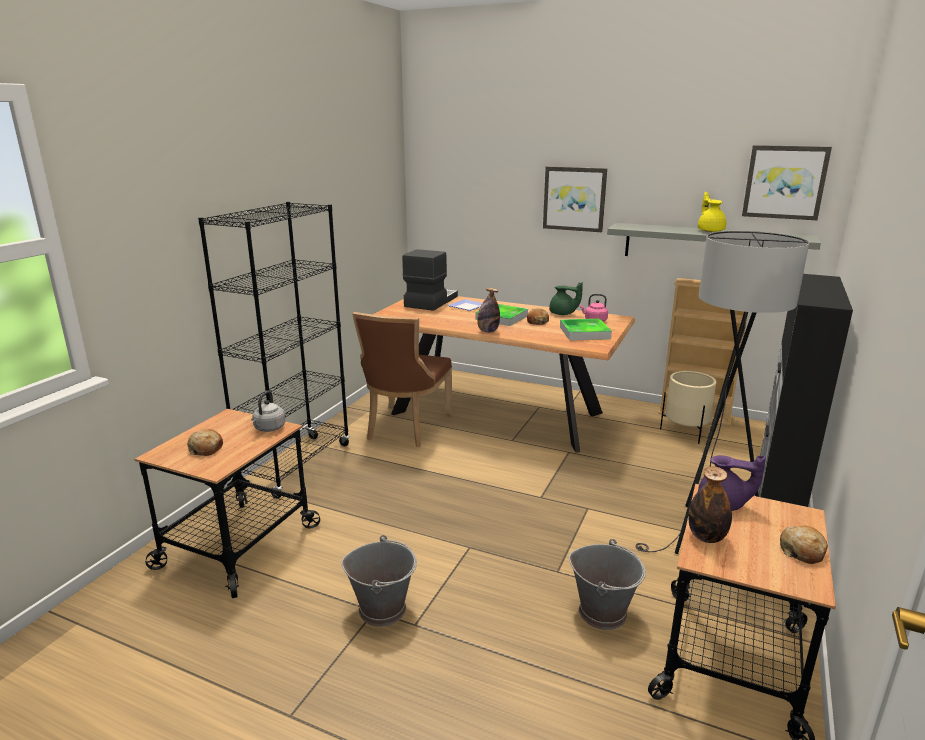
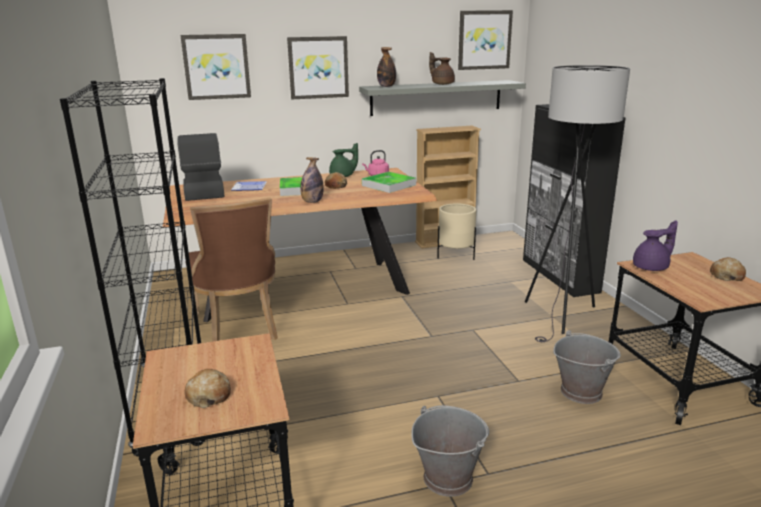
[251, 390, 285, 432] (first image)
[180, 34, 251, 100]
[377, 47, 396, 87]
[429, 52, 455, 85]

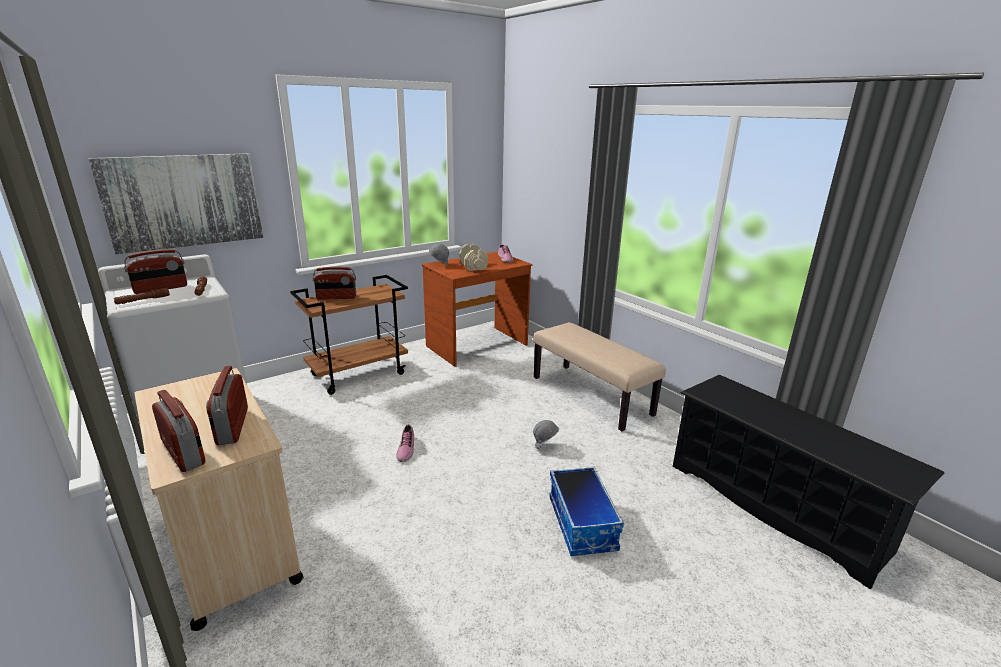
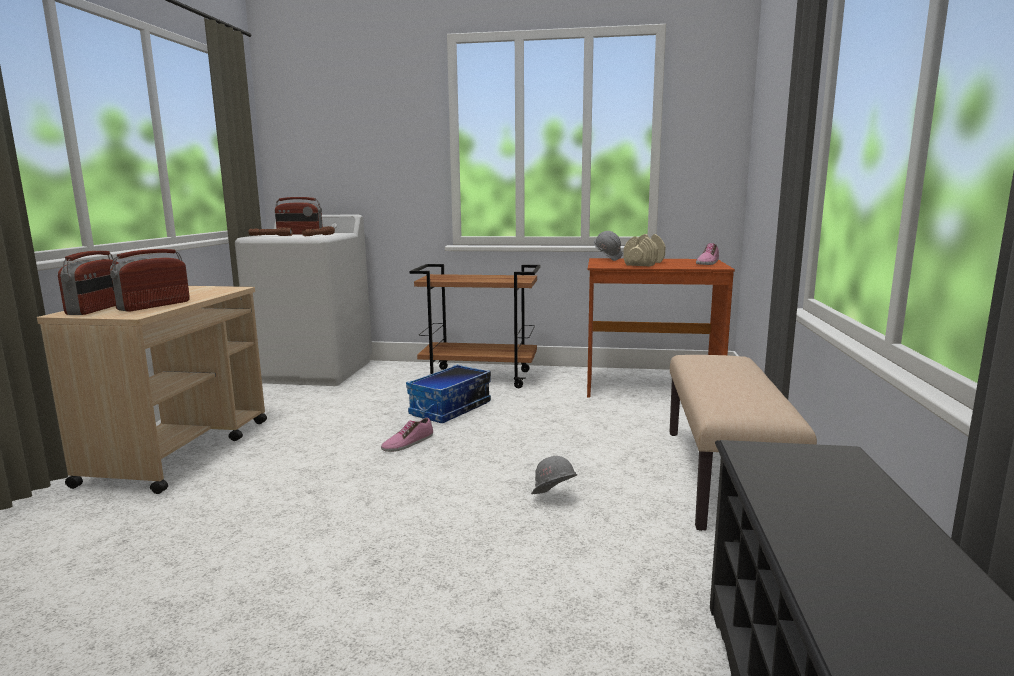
[89, 153, 263, 254] (first image)
[313, 267, 356, 300] (first image)
[406, 365, 491, 423]

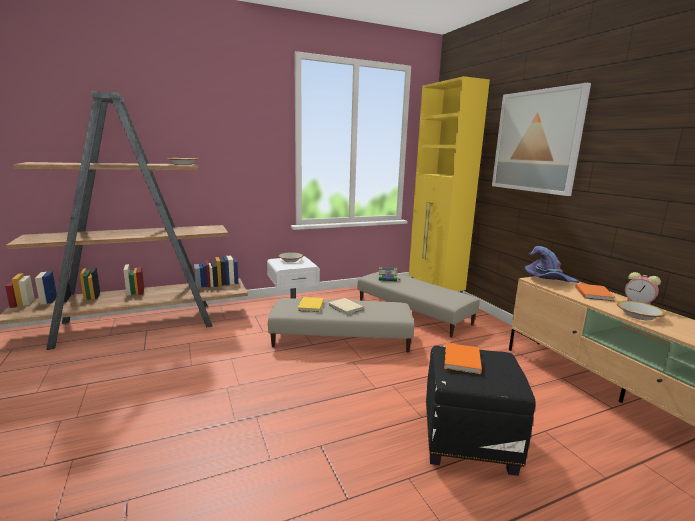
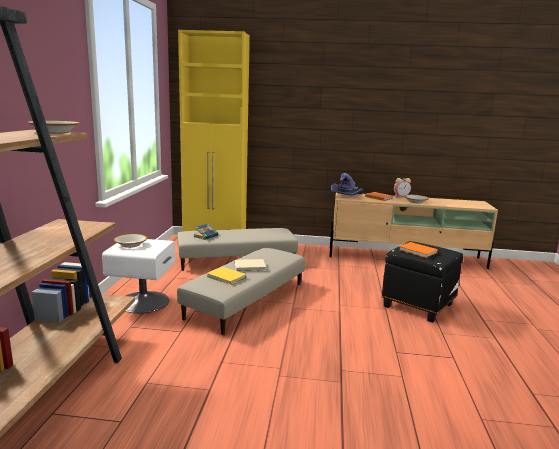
[492, 83, 591, 196] (first image)

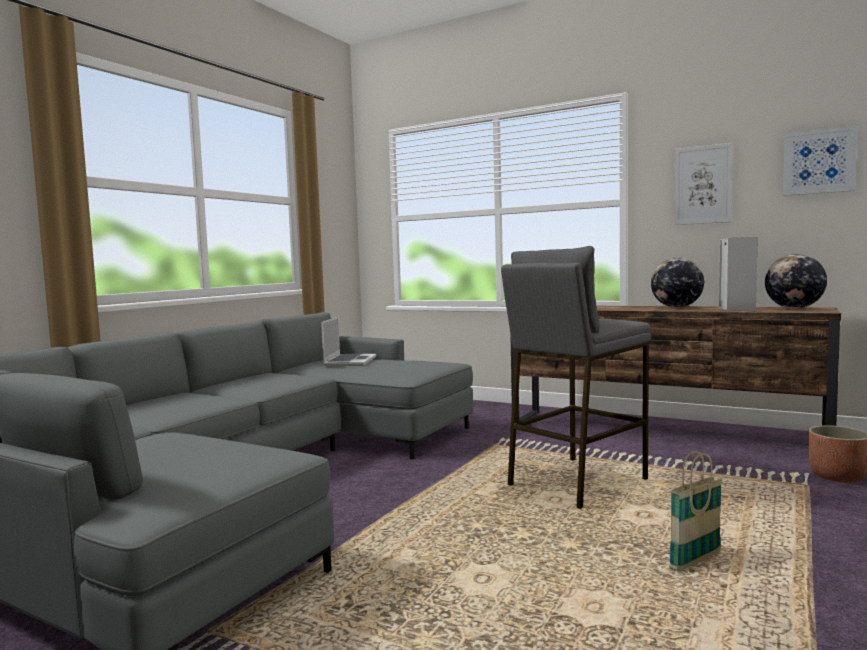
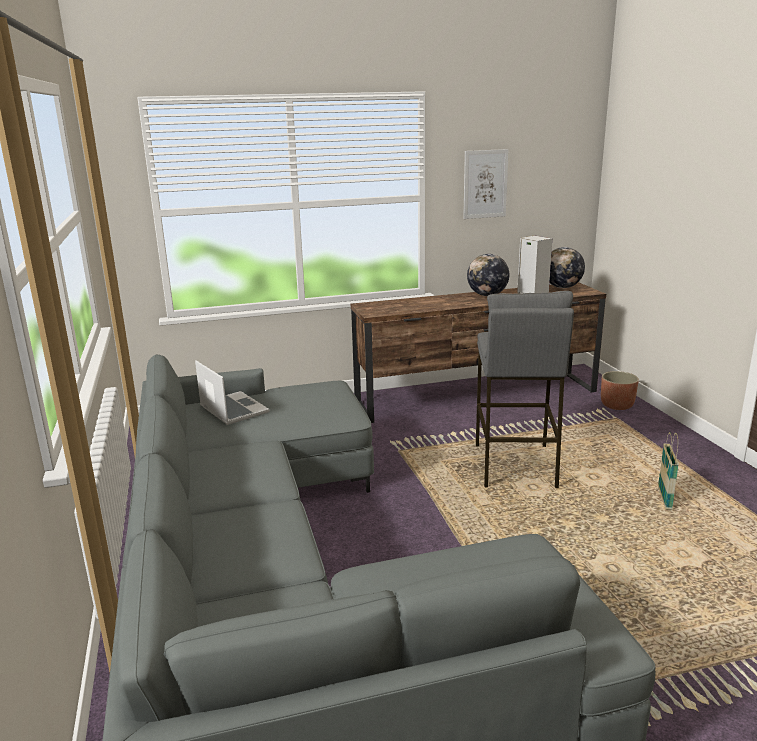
[783, 126, 857, 196] (first image)

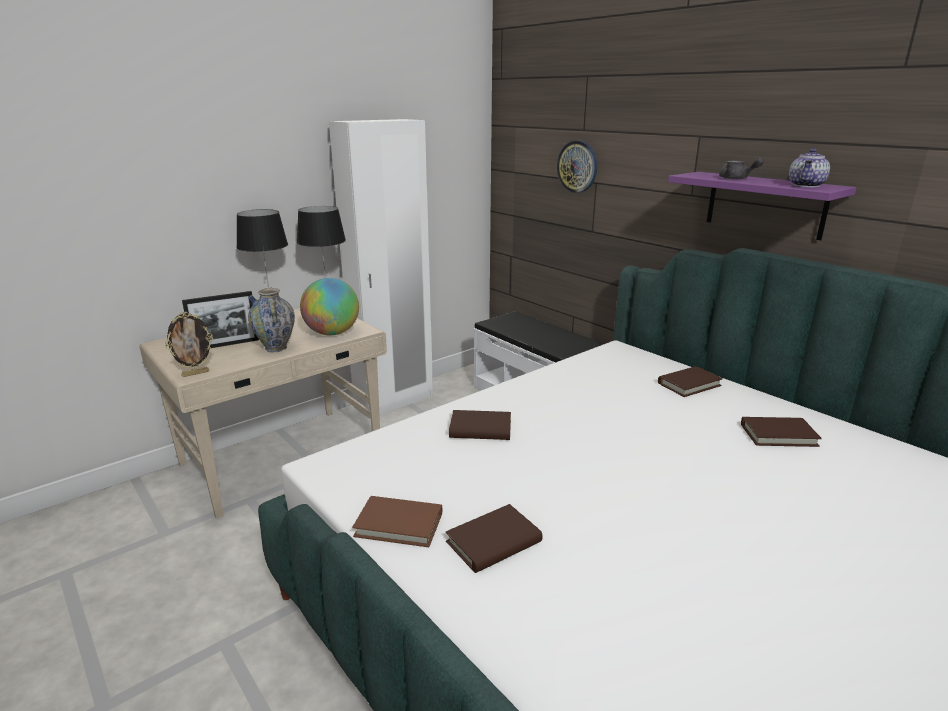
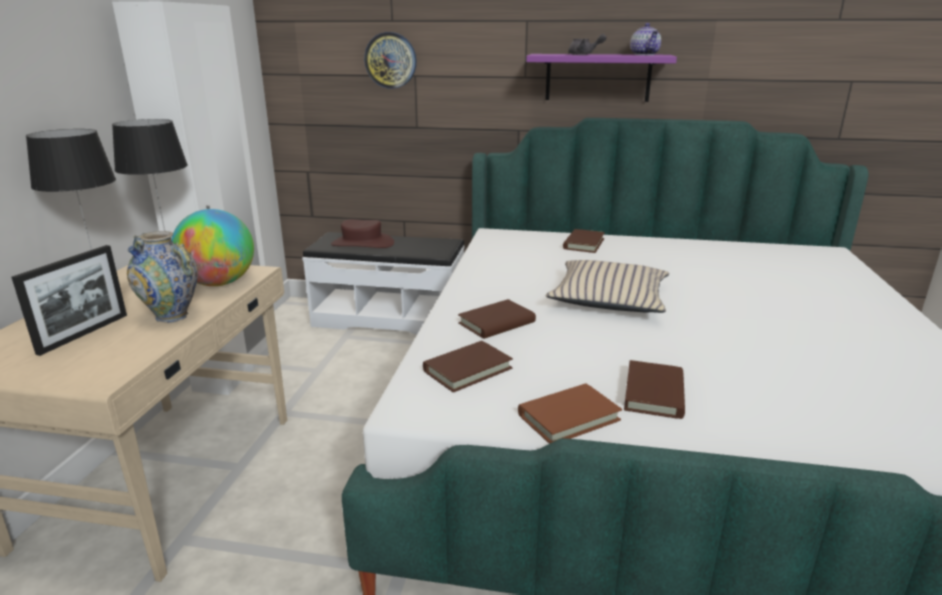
[165, 312, 213, 377] (first image)
[331, 219, 394, 248]
[546, 260, 669, 313]
[423, 341, 513, 392]

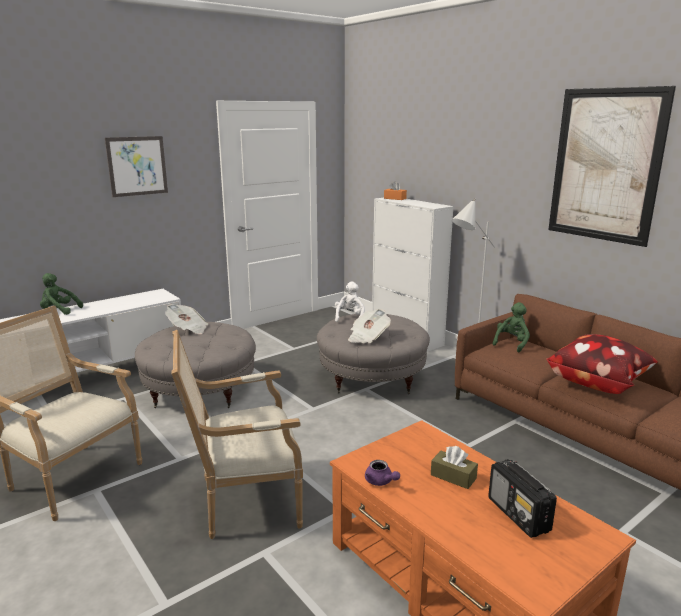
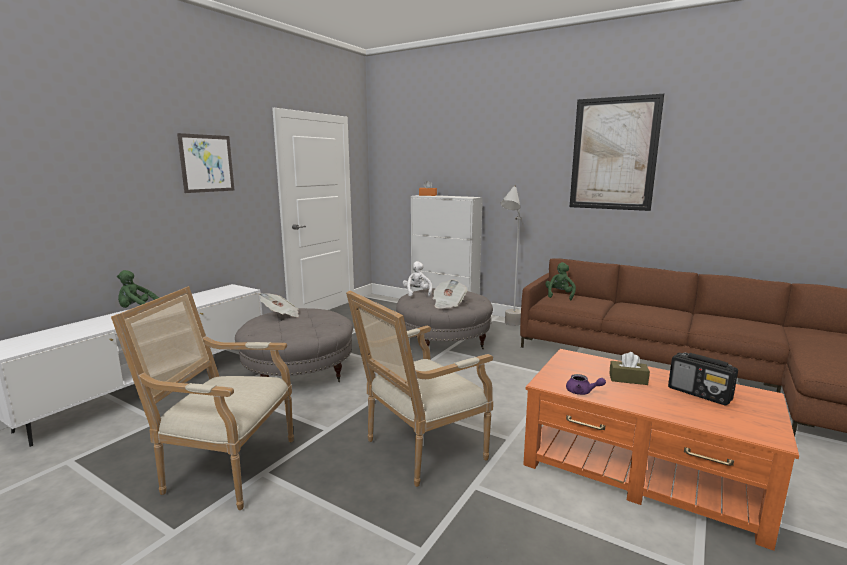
[546, 334, 658, 394] (first image)

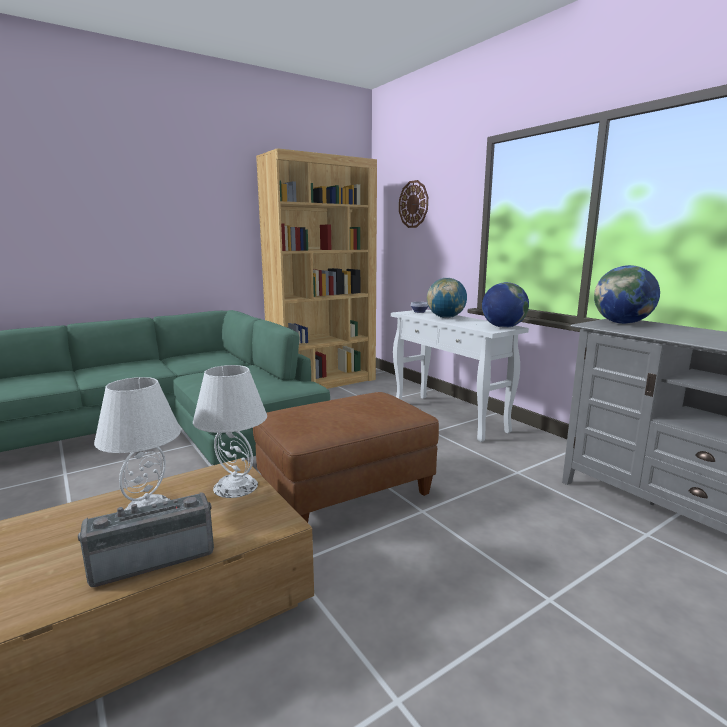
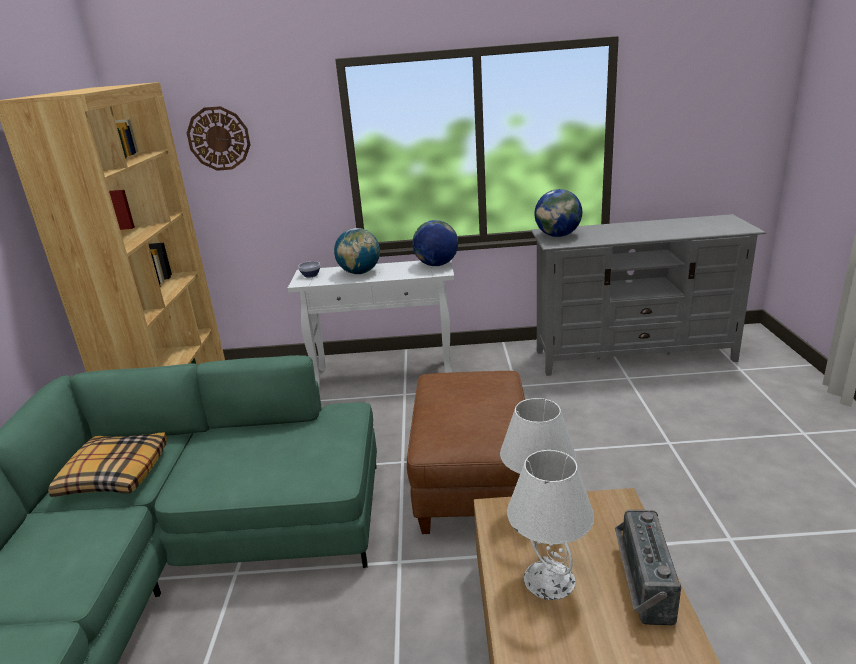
[48, 432, 167, 497]

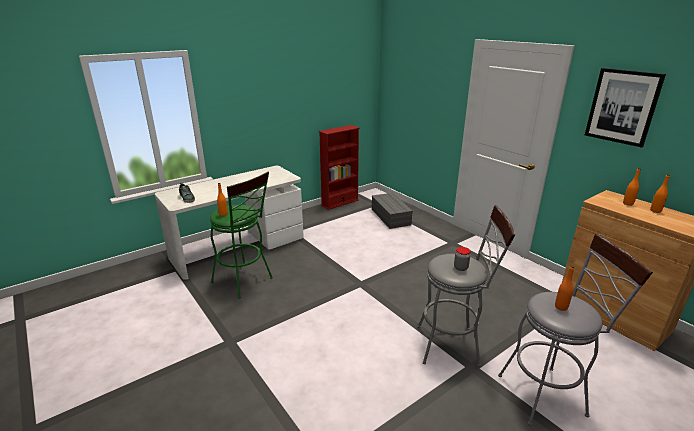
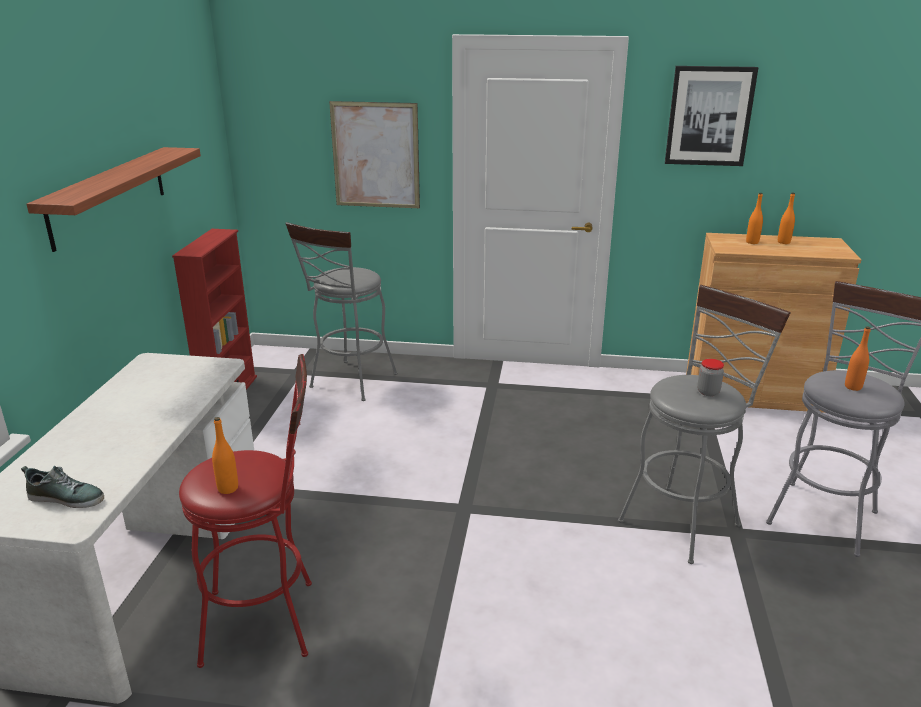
[27, 147, 201, 252]
[329, 101, 420, 208]
[285, 222, 398, 401]
[179, 354, 312, 668]

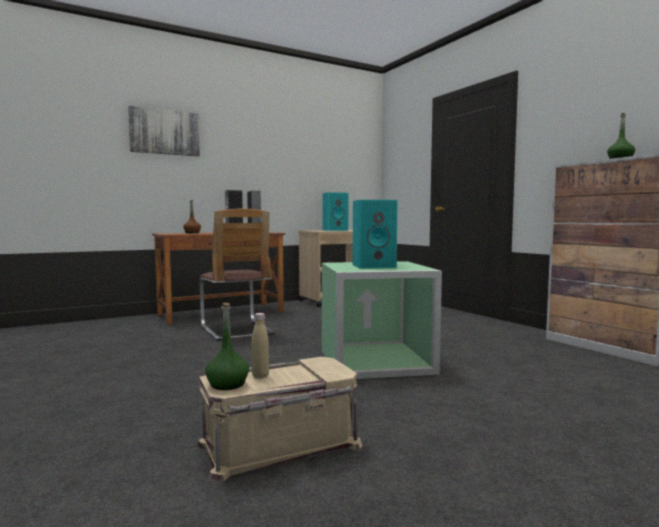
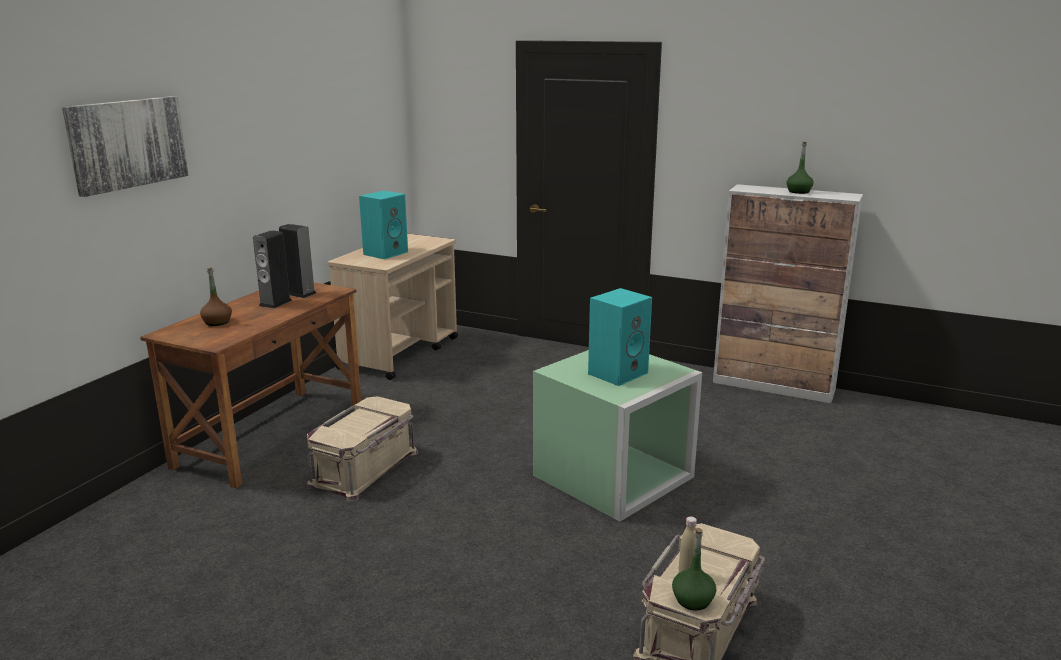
[307, 396, 418, 502]

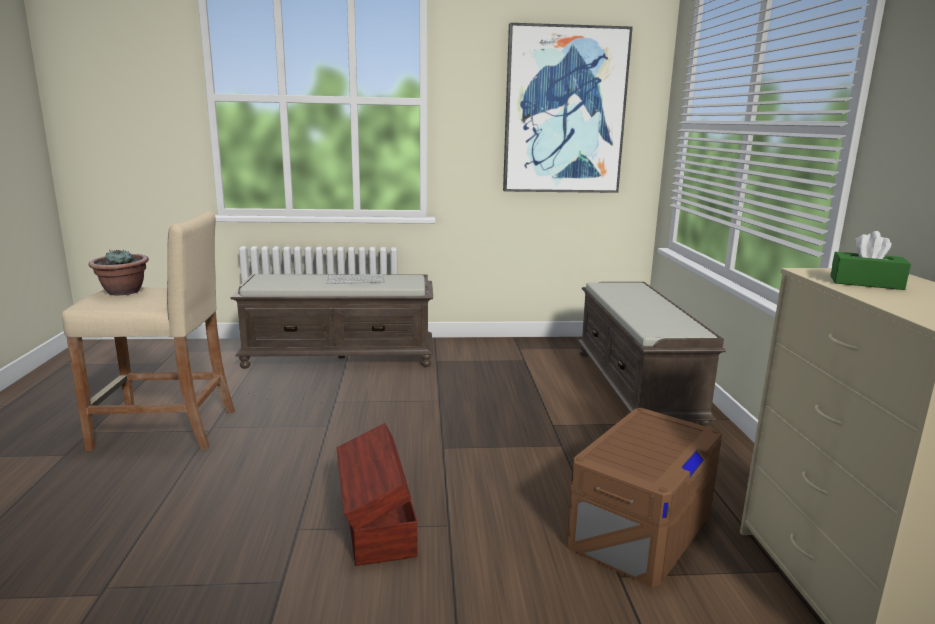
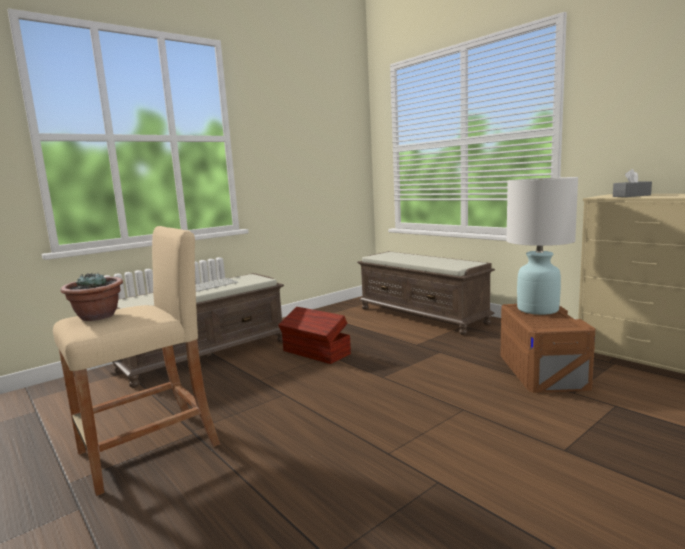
[503, 23, 633, 193] (first image)
[506, 177, 578, 315]
[278, 307, 351, 364]
[613, 169, 652, 197]

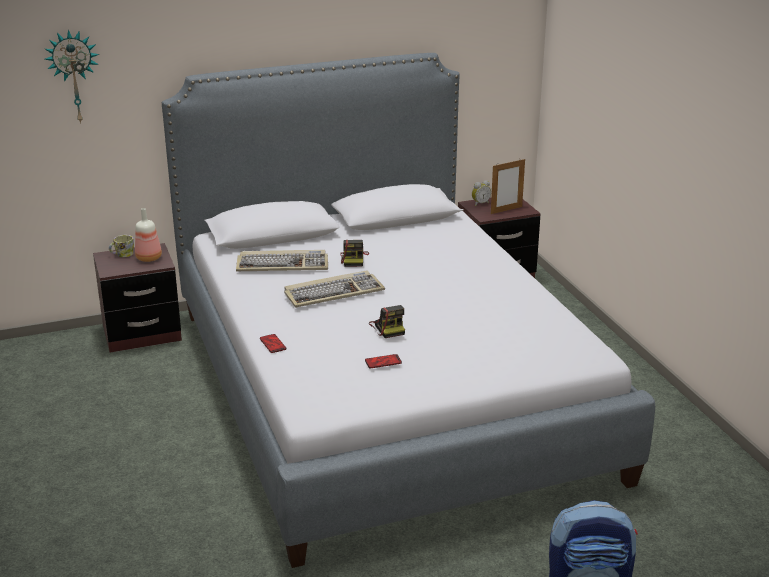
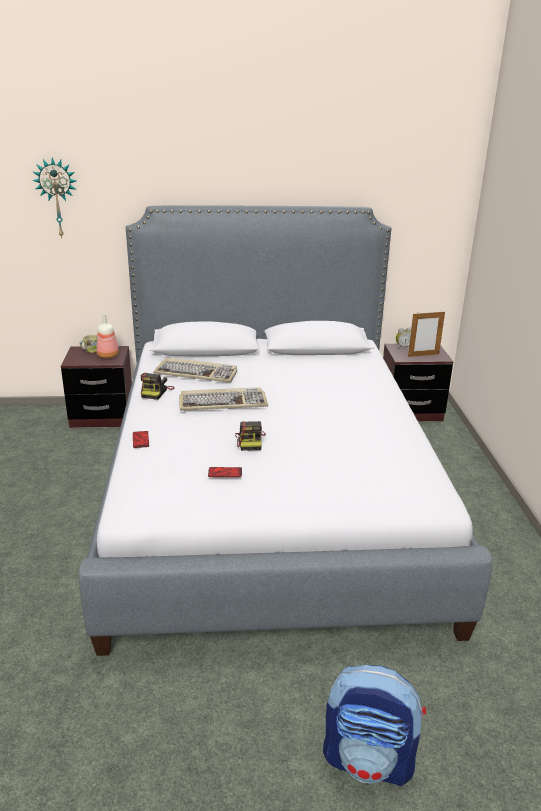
[141, 373, 175, 400]

